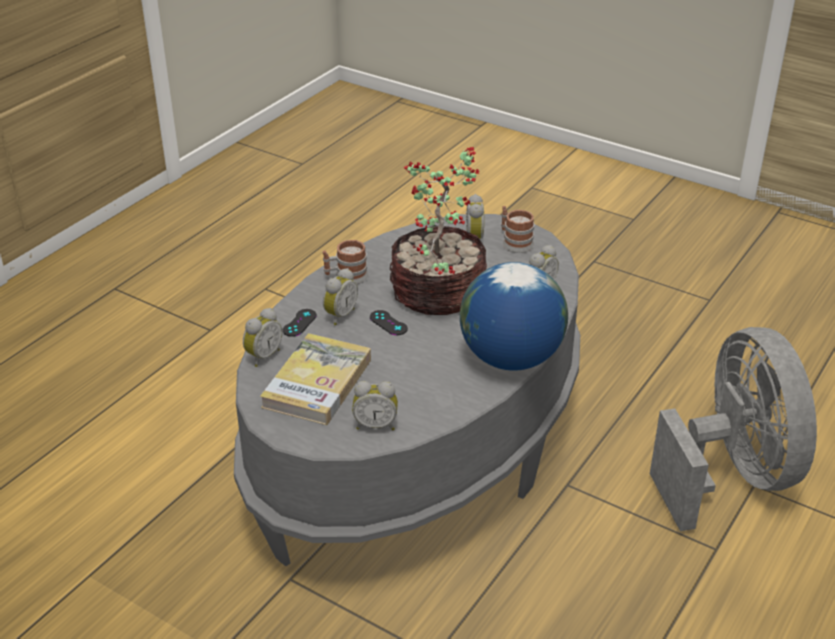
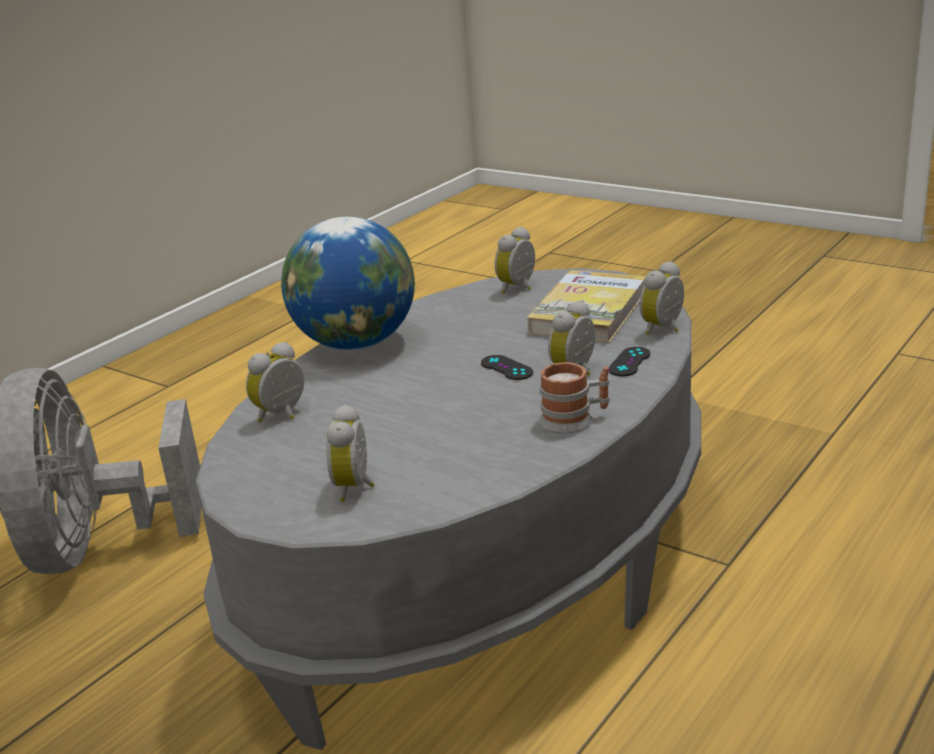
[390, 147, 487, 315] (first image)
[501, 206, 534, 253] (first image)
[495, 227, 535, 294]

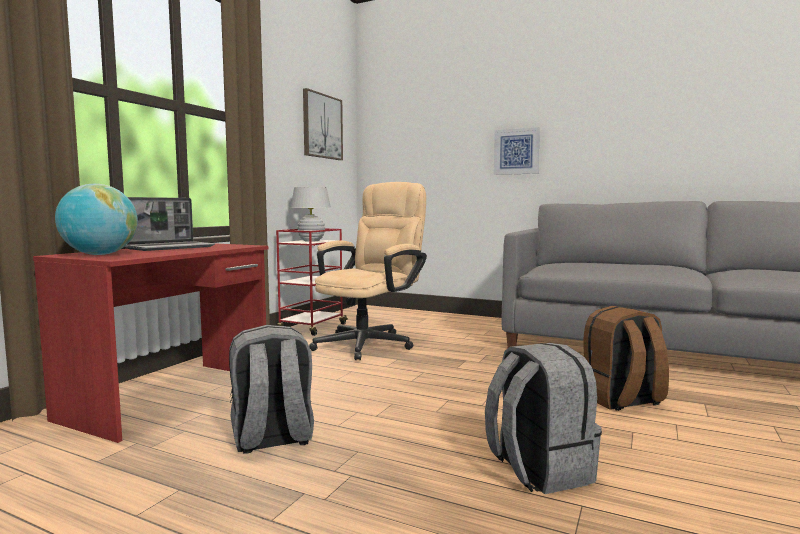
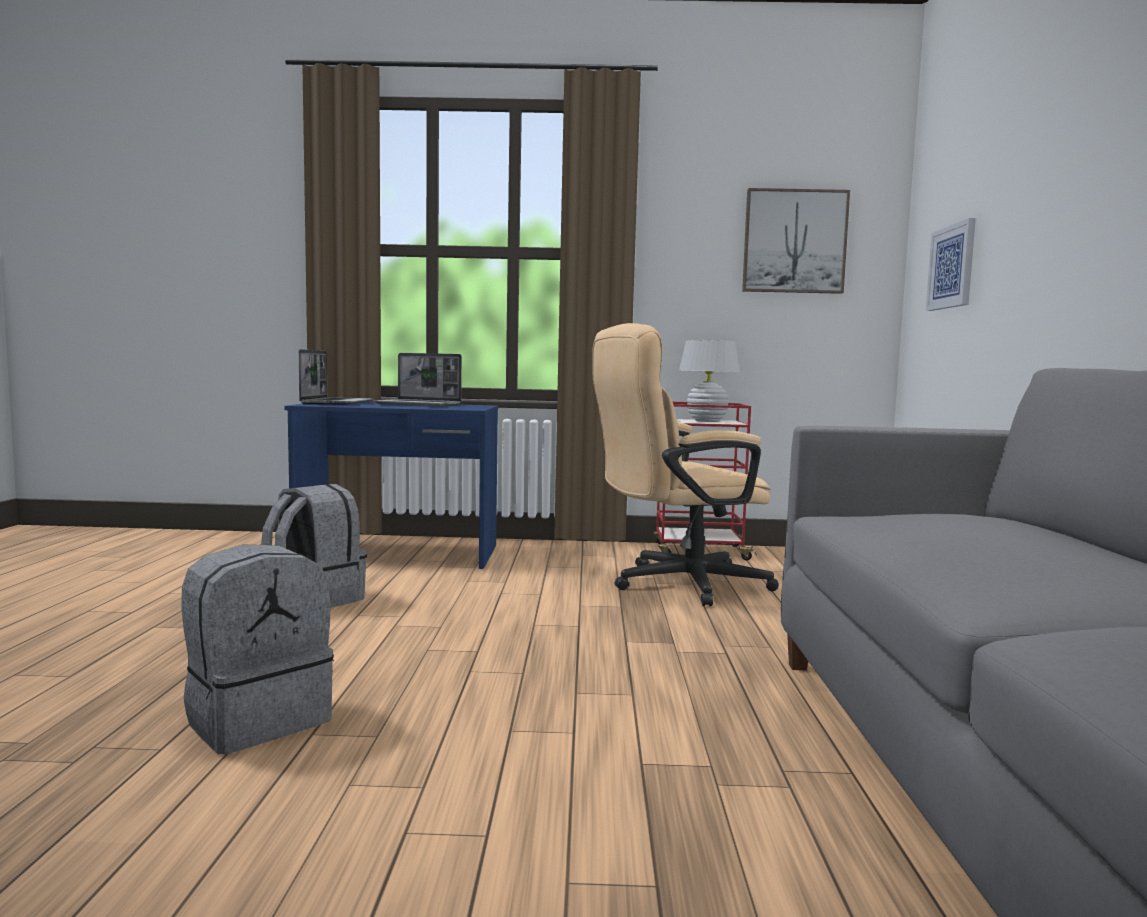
[582, 306, 669, 411] (first image)
[926, 218, 976, 311]
[299, 349, 374, 405]
[285, 402, 498, 569]
[593, 323, 779, 606]

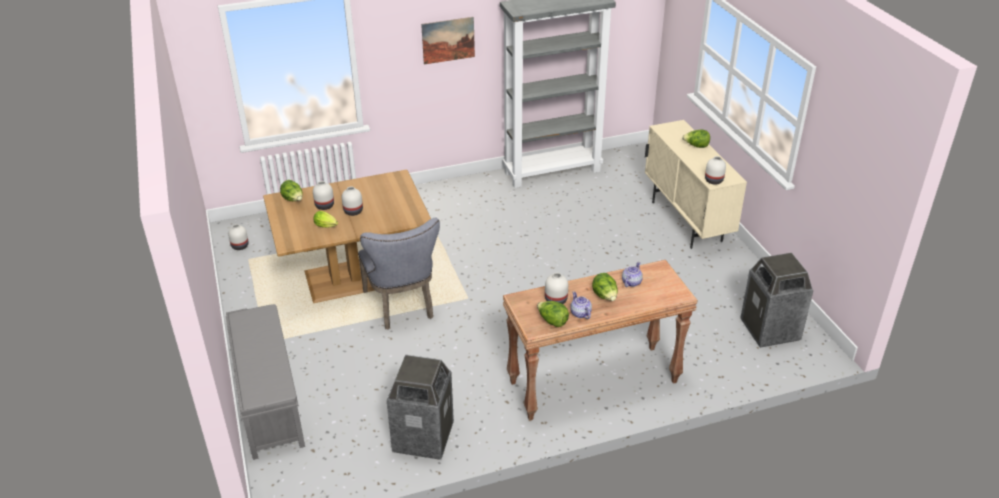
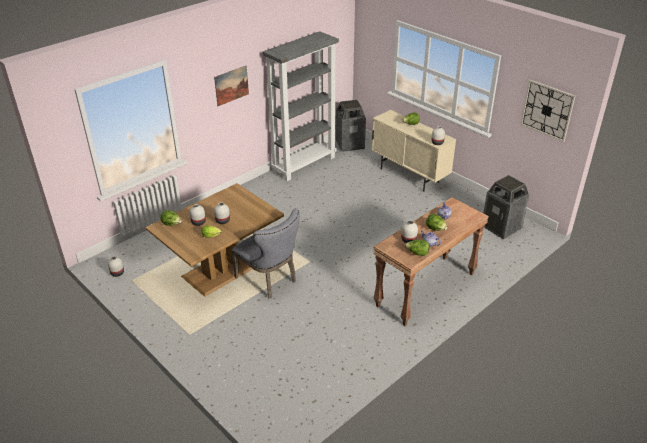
[226, 304, 305, 460] (first image)
[520, 80, 575, 142]
[336, 100, 366, 152]

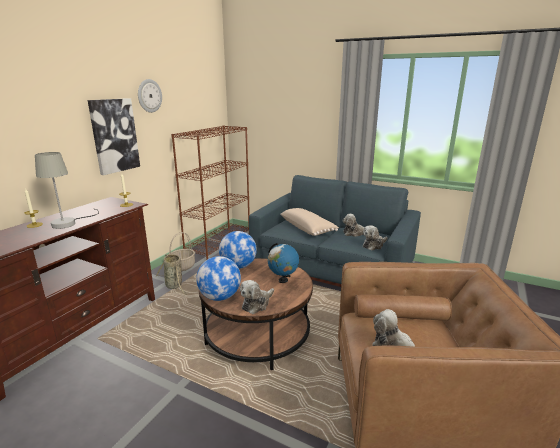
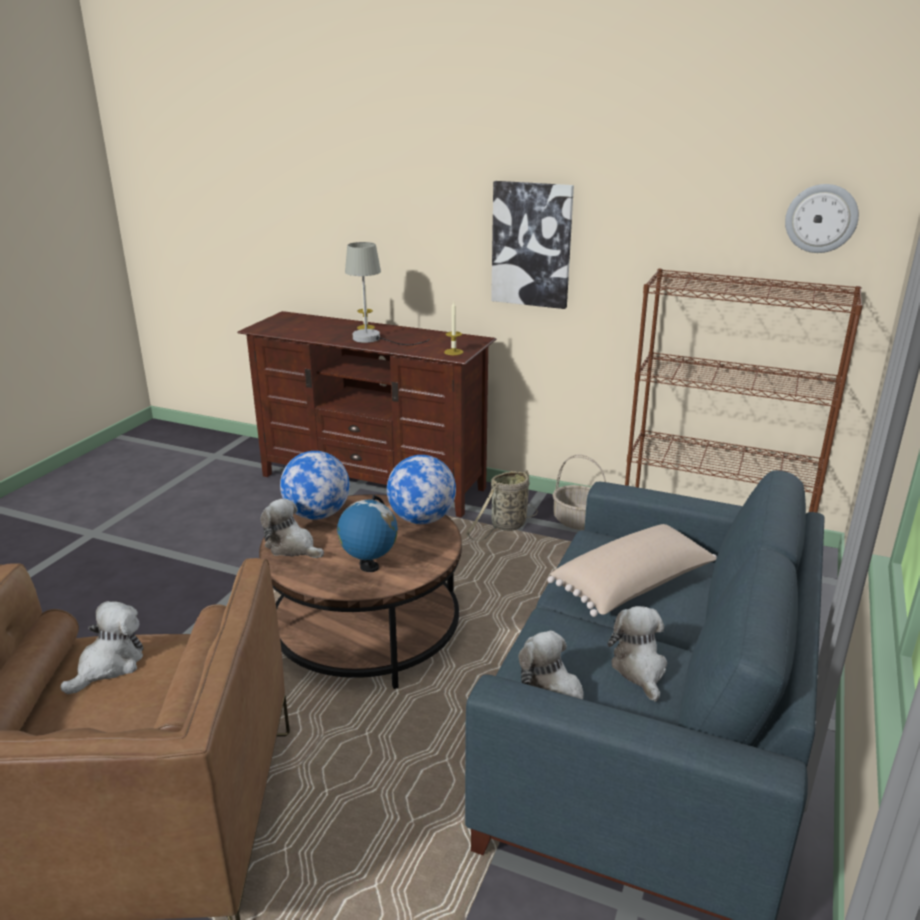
[785, 184, 859, 253]

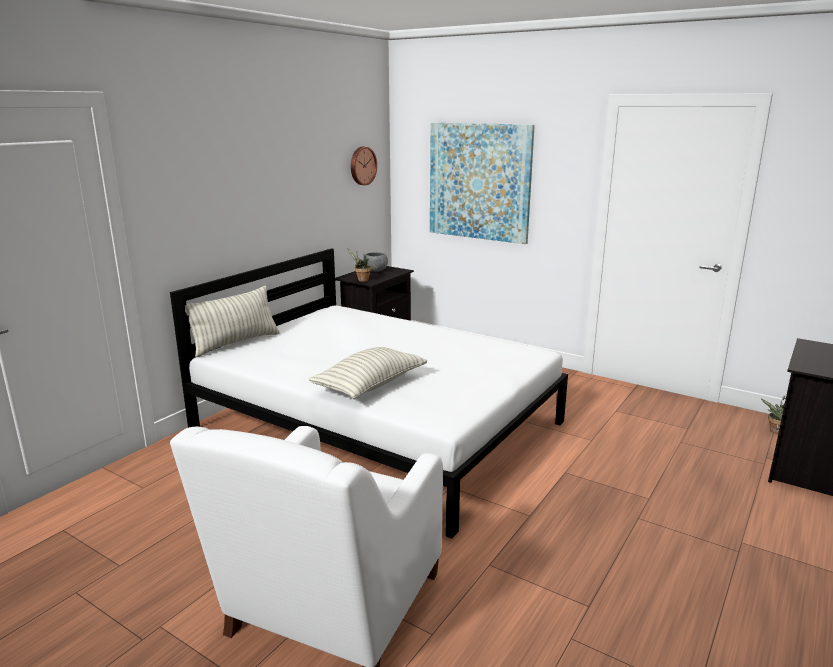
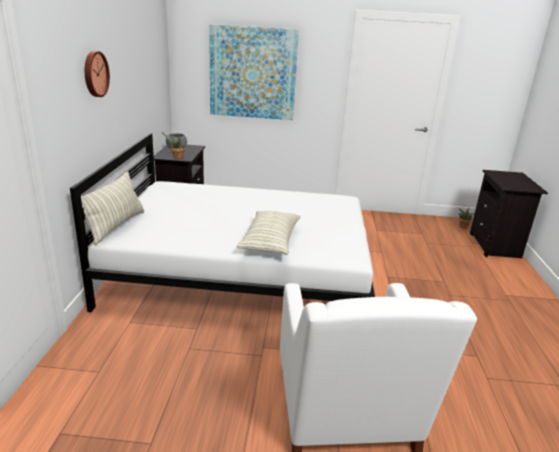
[85, 51, 110, 97]

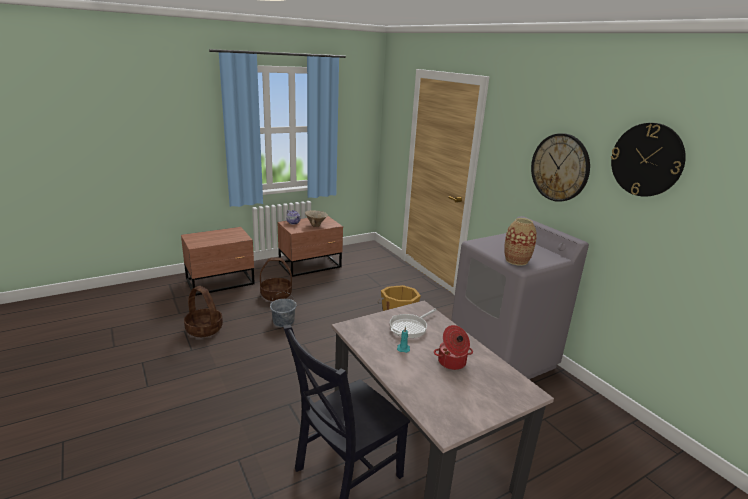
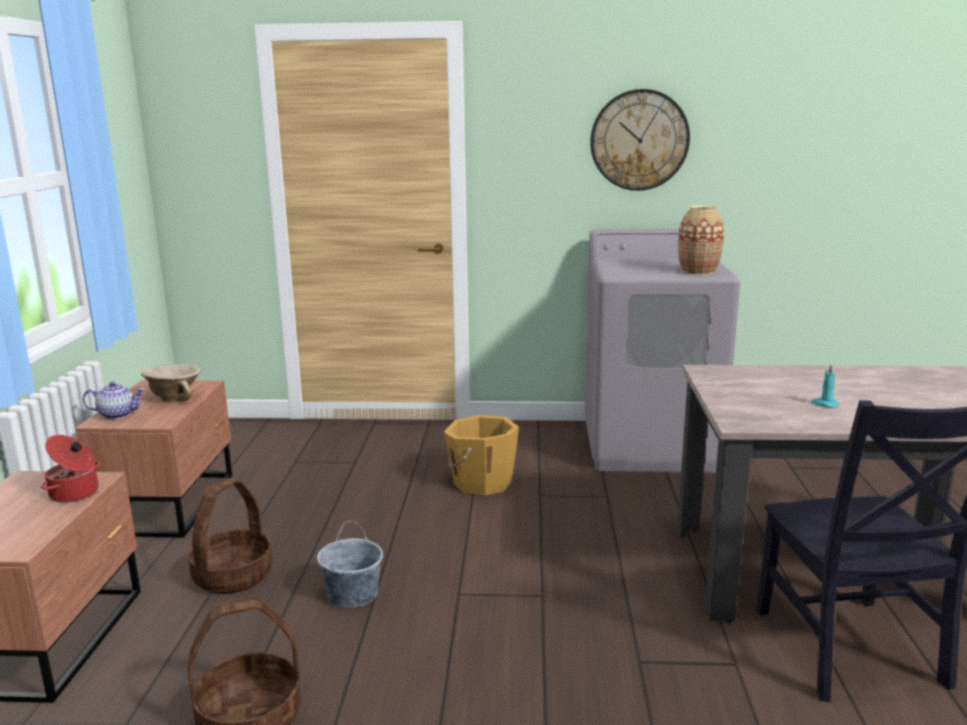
[390, 309, 437, 338] (first image)
[611, 123, 686, 197] (first image)
[41, 435, 101, 503]

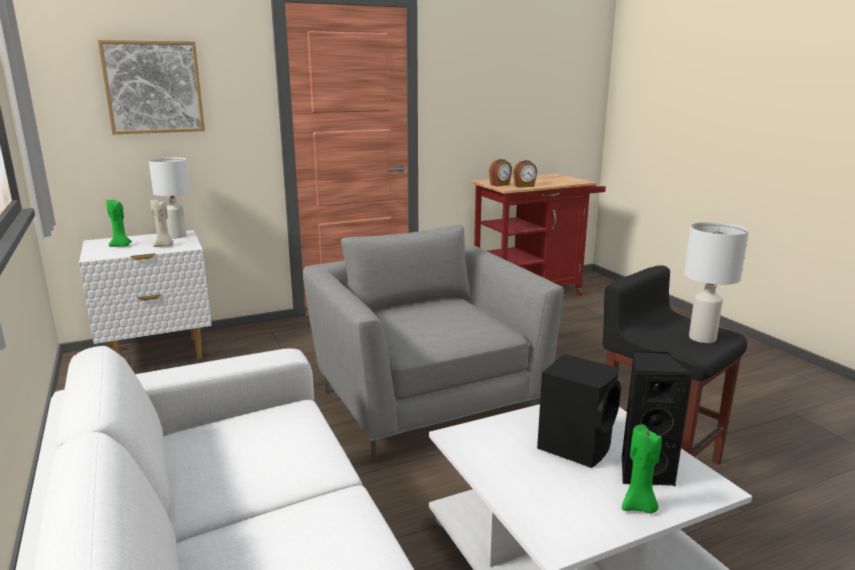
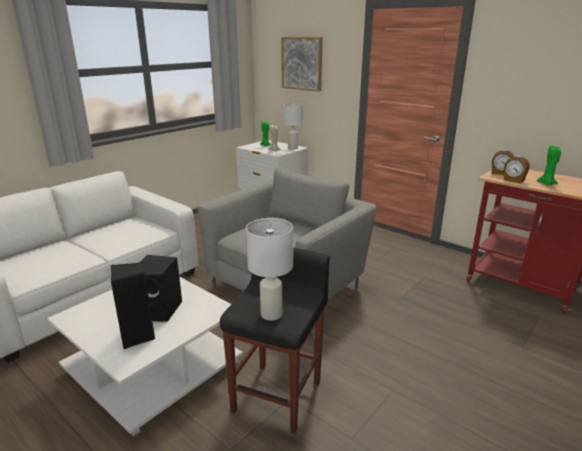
[537, 145, 561, 185]

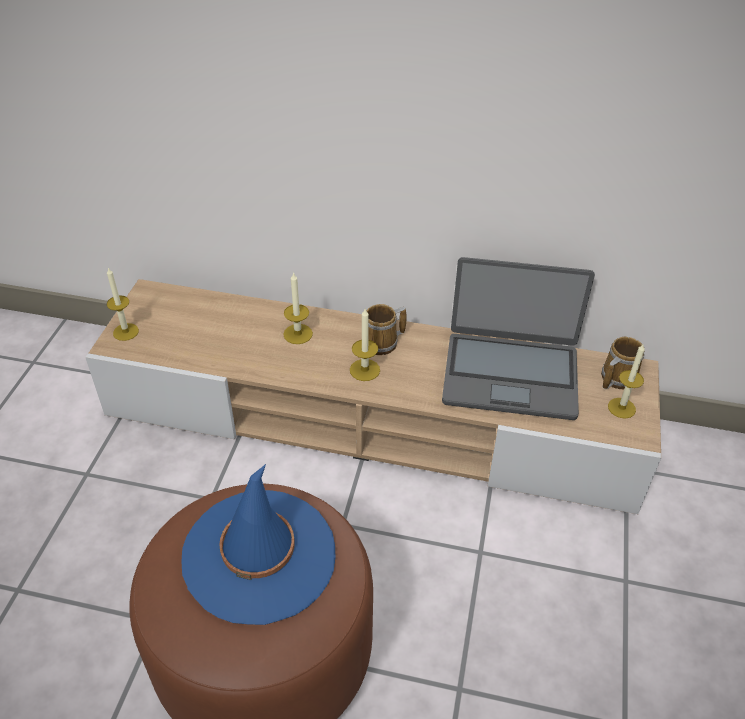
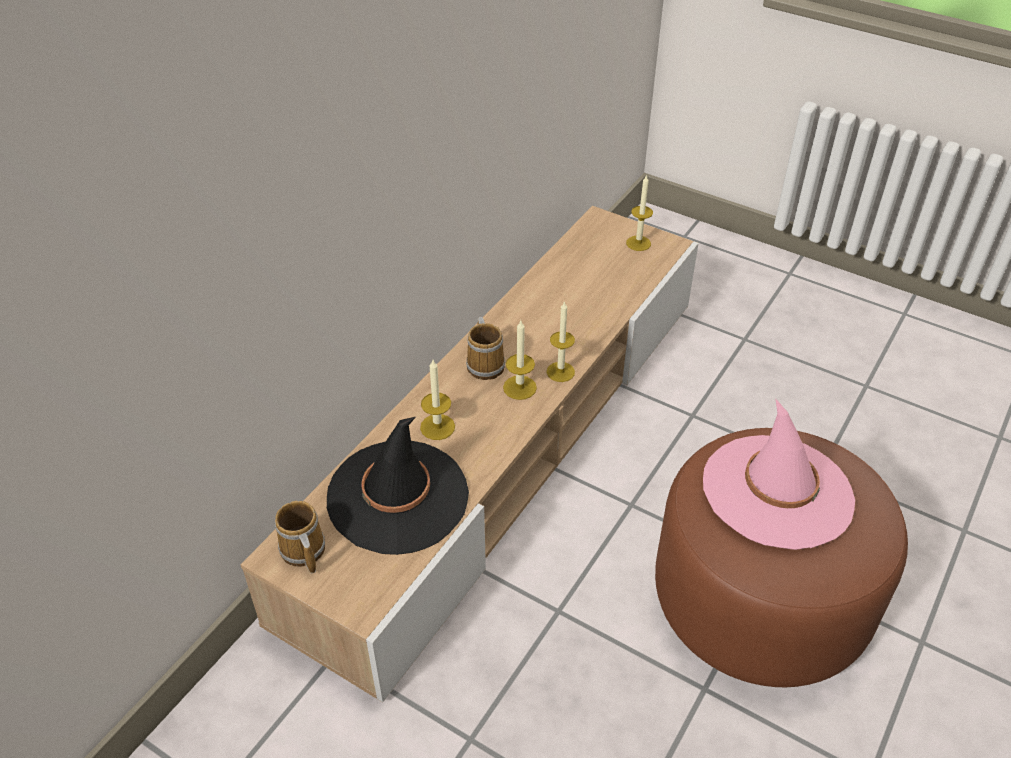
[442, 257, 595, 420] (first image)
[327, 416, 469, 555]
[547, 301, 575, 382]
[274, 501, 325, 573]
[703, 398, 855, 550]

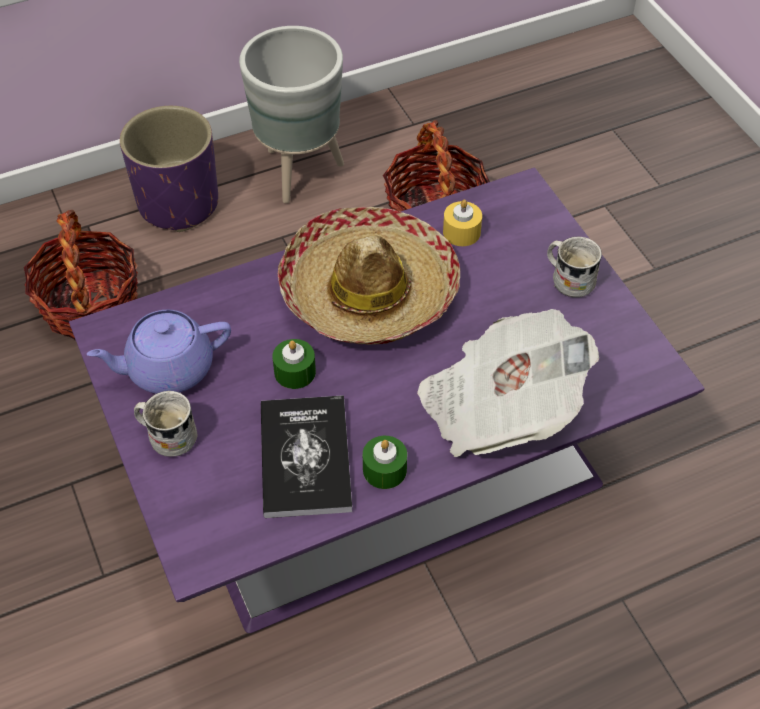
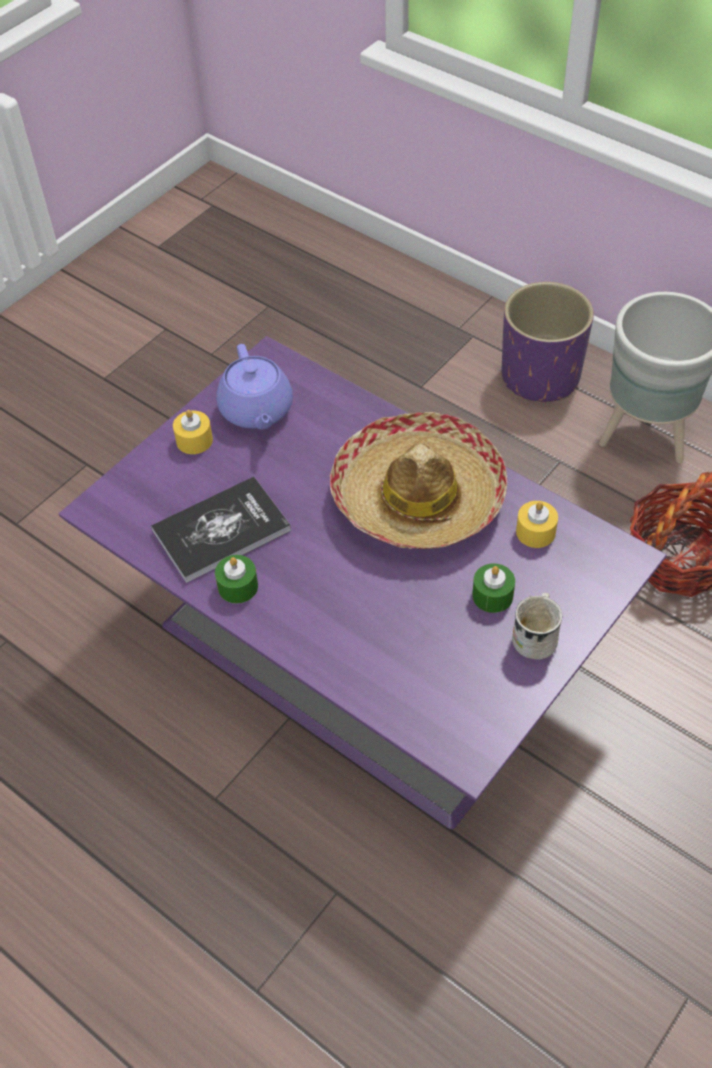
[24, 210, 138, 339] (first image)
[417, 309, 599, 457] (first image)
[472, 563, 515, 613]
[173, 410, 213, 454]
[216, 344, 293, 430]

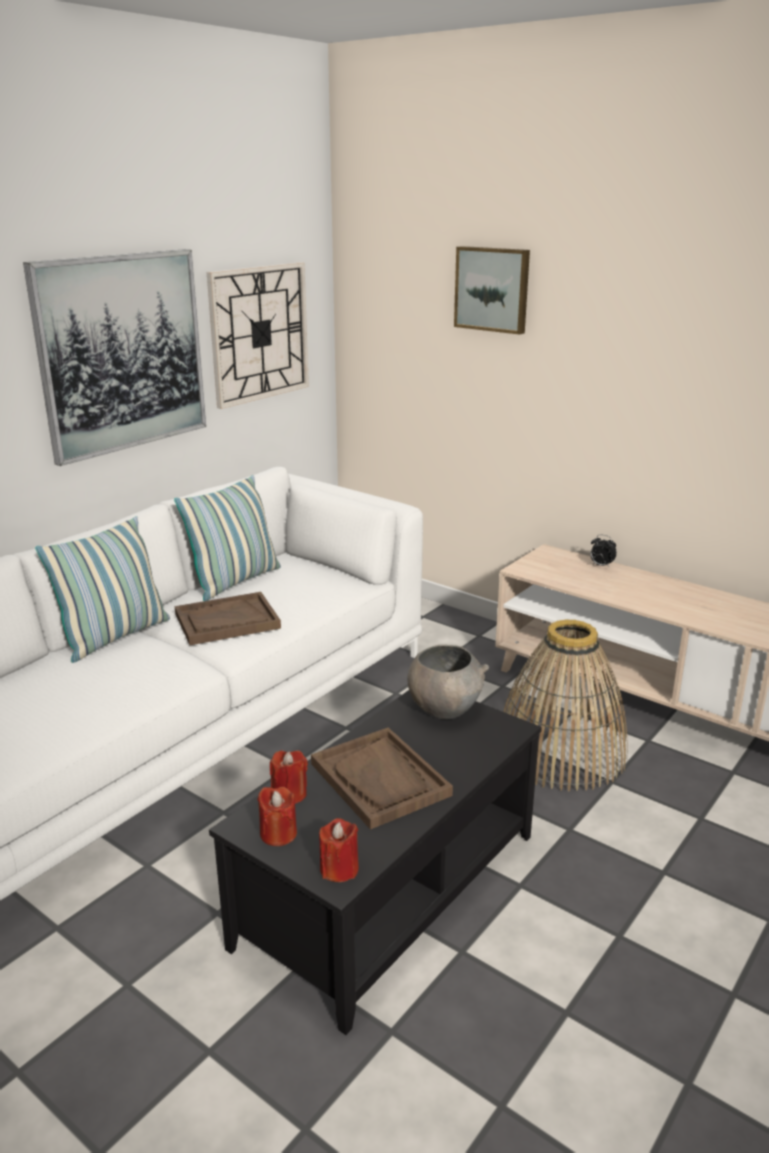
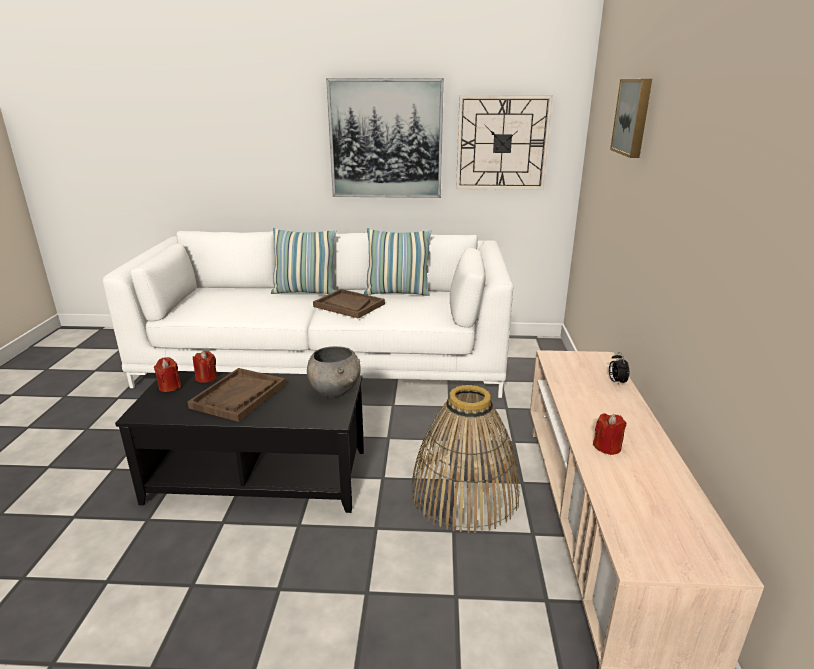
[593, 413, 626, 455]

